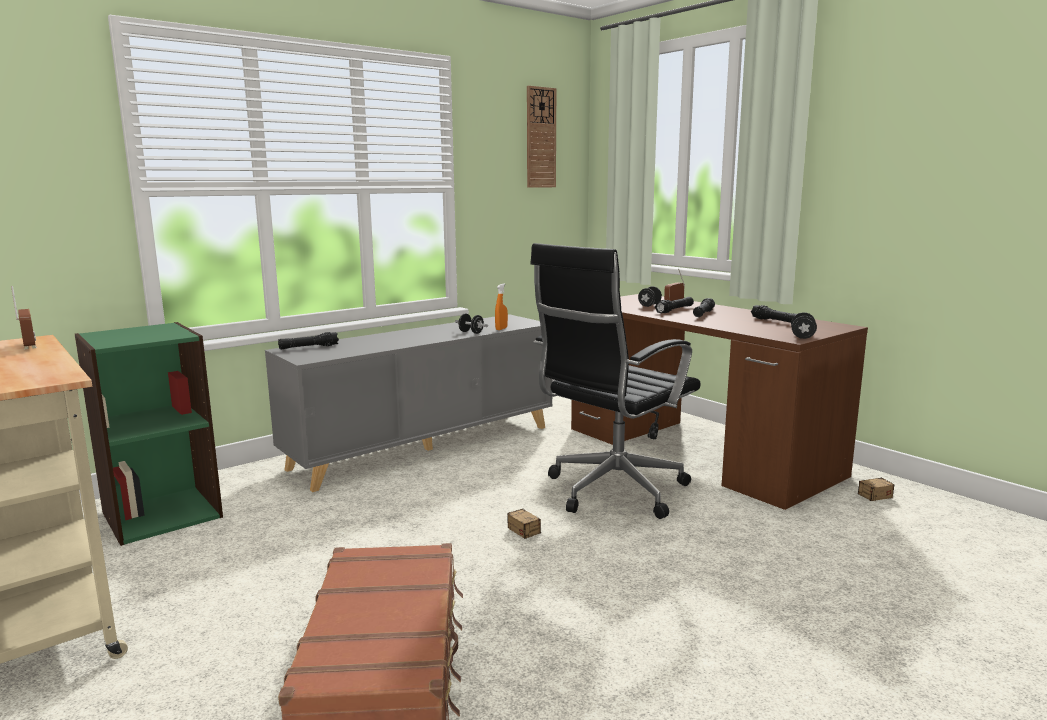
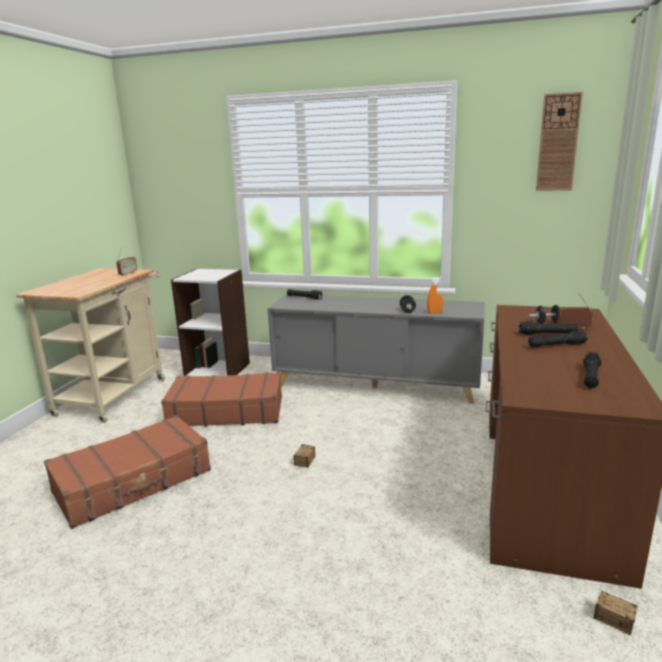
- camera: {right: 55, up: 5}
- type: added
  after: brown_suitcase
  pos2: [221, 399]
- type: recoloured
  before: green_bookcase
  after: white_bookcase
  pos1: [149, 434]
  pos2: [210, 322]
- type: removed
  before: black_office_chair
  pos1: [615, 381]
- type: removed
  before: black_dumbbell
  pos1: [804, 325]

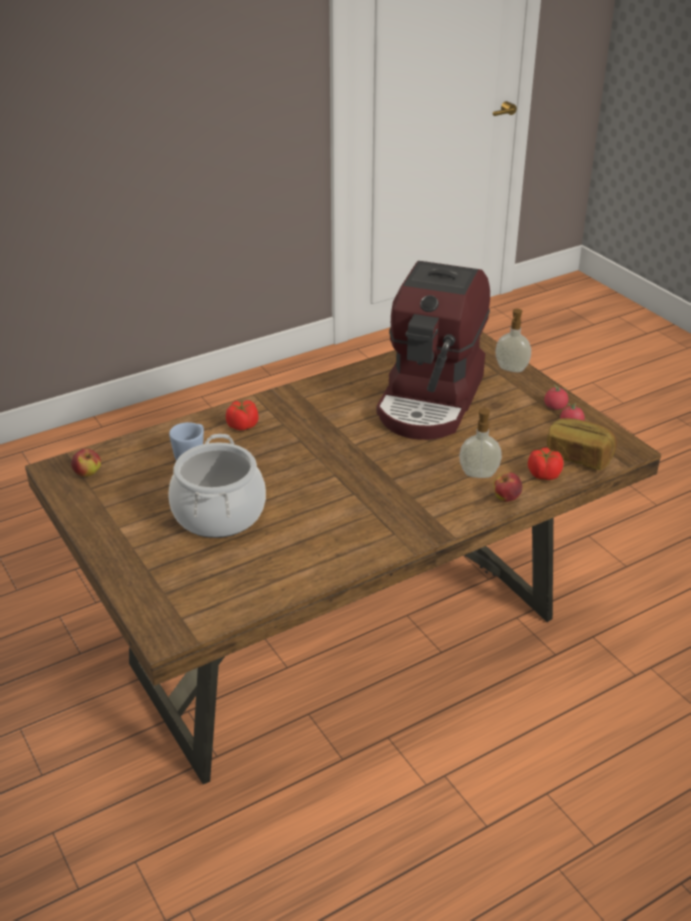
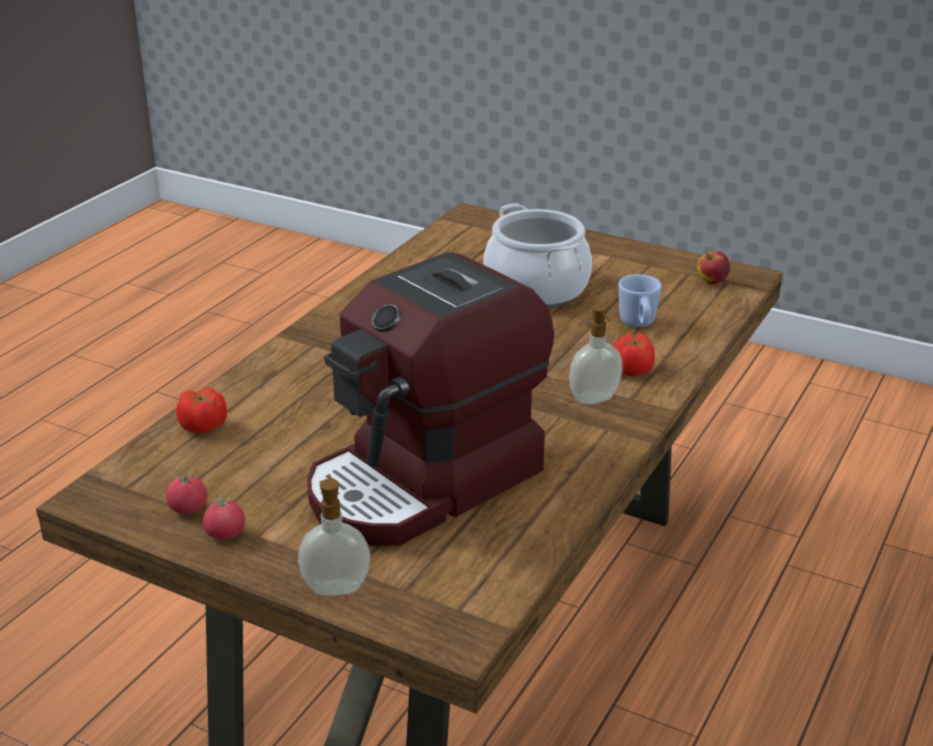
- camera: {right: 150, up: -5}
- type: turned
  before: coffee_machine
  pos1: [433, 350]
  pos2: [430, 399]
  turn: -120
- type: moved
  before: soap_dispenser
  pos1: [480, 442]
  pos2: [596, 354]
- type: removed
  before: apple
  pos1: [507, 487]
- type: removed
  before: bread
  pos1: [582, 444]

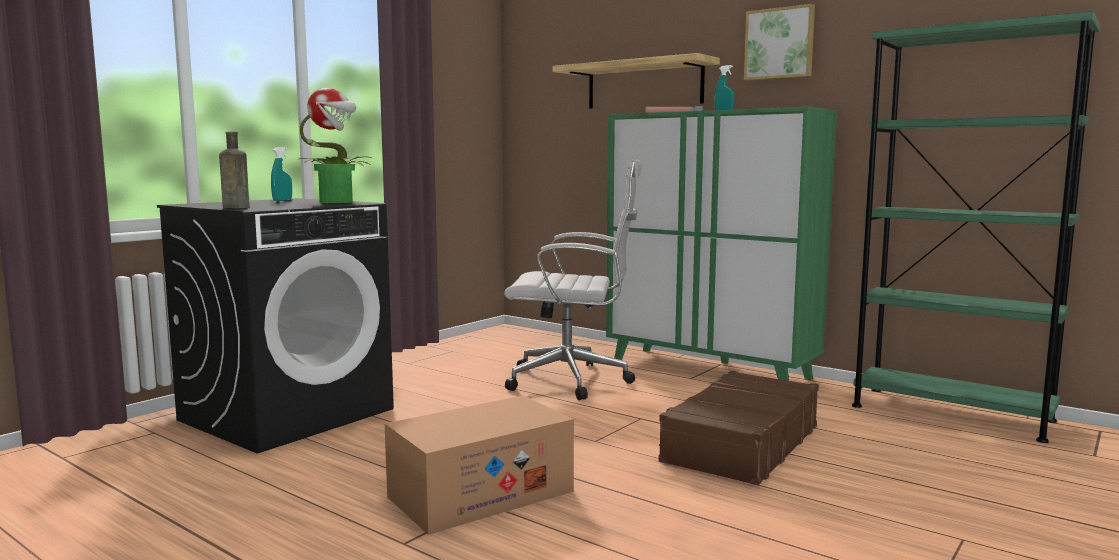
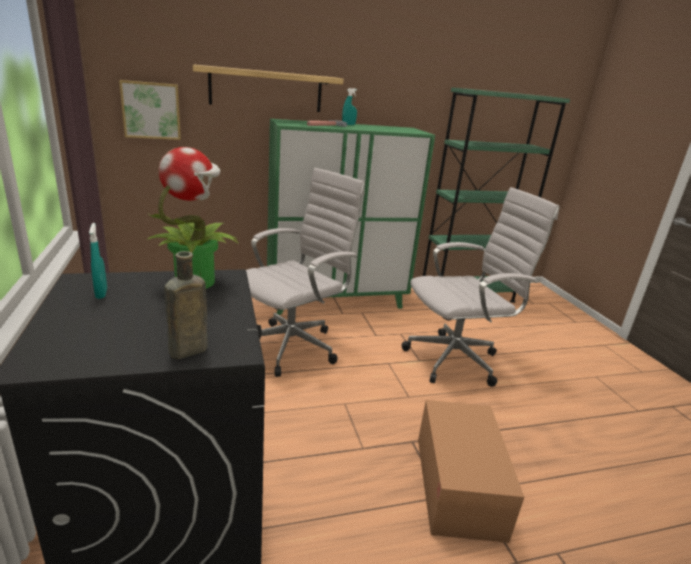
- camera: {right: -55, up: 15}
- type: moved
  before: picture
  pos1: [779, 42]
  pos2: [150, 110]
- type: replaced
  before: brown_suitcase
  after: white_office_chair
  pos1: [738, 428]
  pos2: [480, 287]

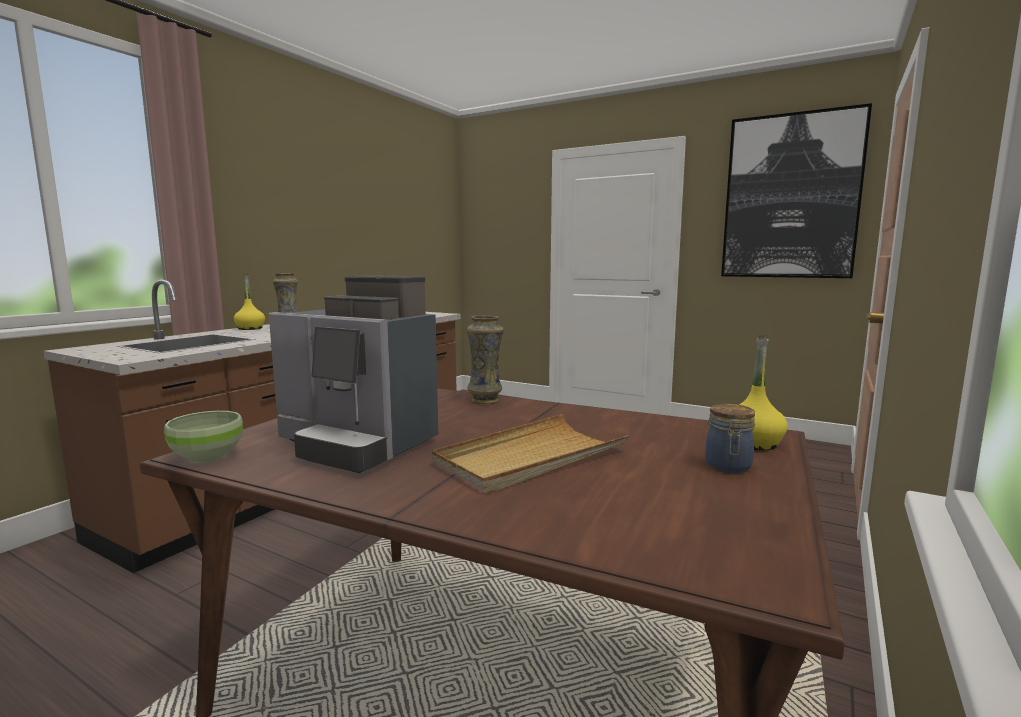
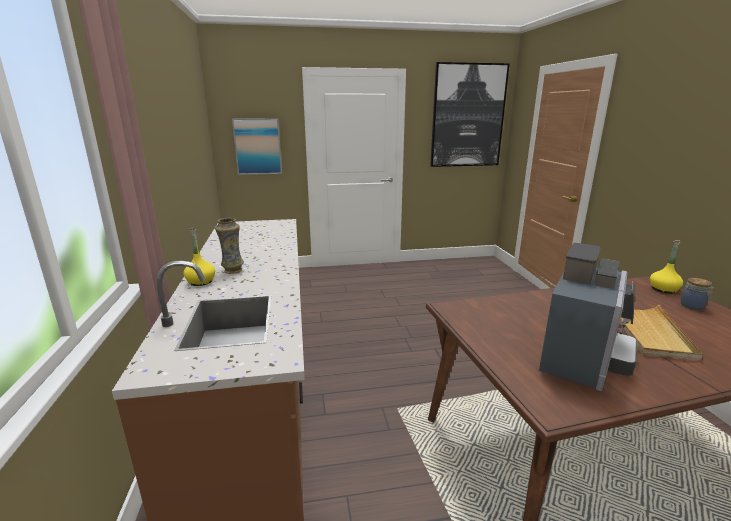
- camera: {right: -40, up: 10}
- type: added
  after: picture
  pos2: [257, 146]
- type: turned
  before: coffee_machine
  pos1: [354, 374]
  pos2: [588, 317]
  turn: -45
- type: removed
  before: green_bowl
  pos1: [203, 437]
- type: removed
  before: vase
  pos1: [485, 359]

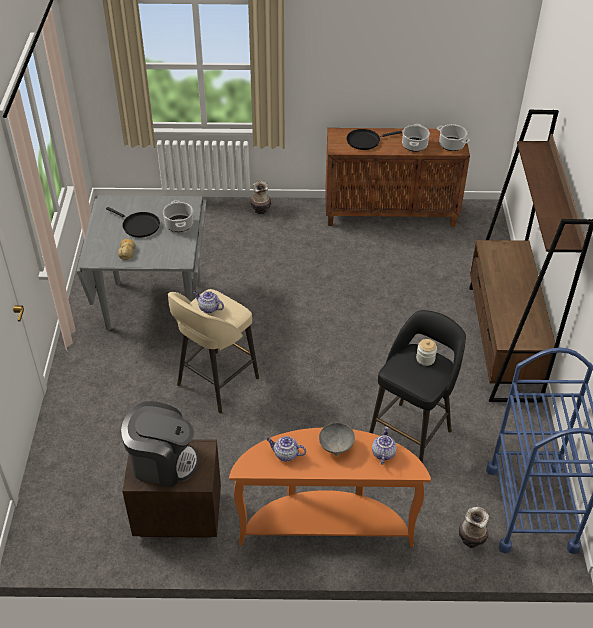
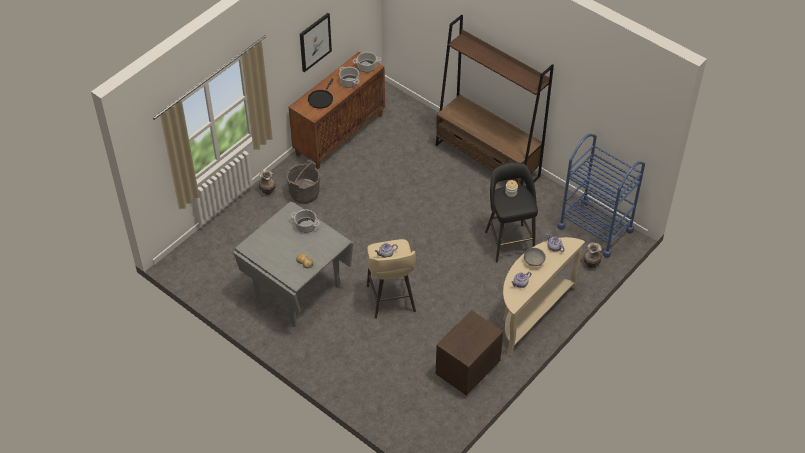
- camera: {right: -50, up: 5}
- type: added
  after: grey_bucket
  pos2: [303, 182]
- type: added
  after: picture
  pos2: [316, 42]
- type: recoloured
  before: orange_console_table
  after: beige_console_table
  pos1: [330, 487]
  pos2: [544, 296]
- type: removed
  before: black_frying_pan
  pos1: [133, 222]
- type: removed
  before: coffee_machine
  pos1: [160, 444]

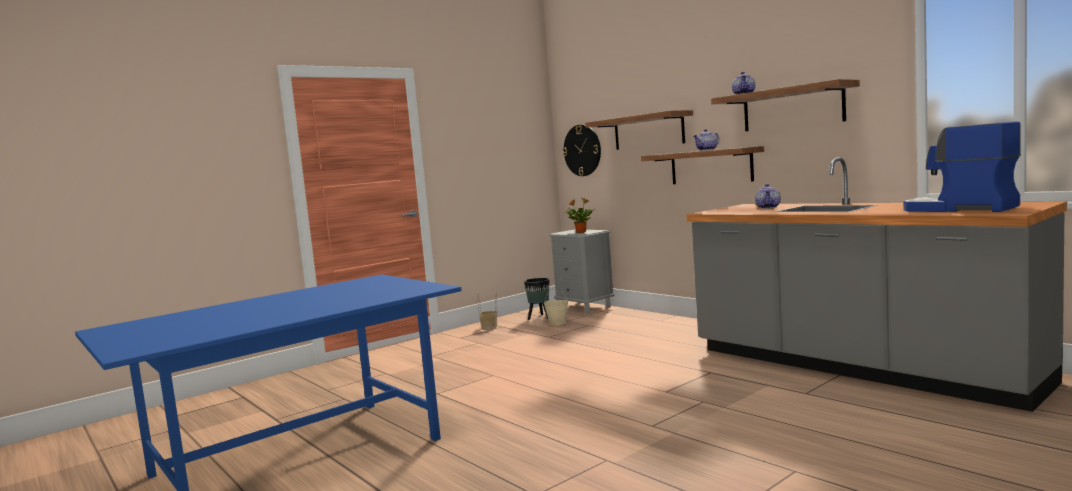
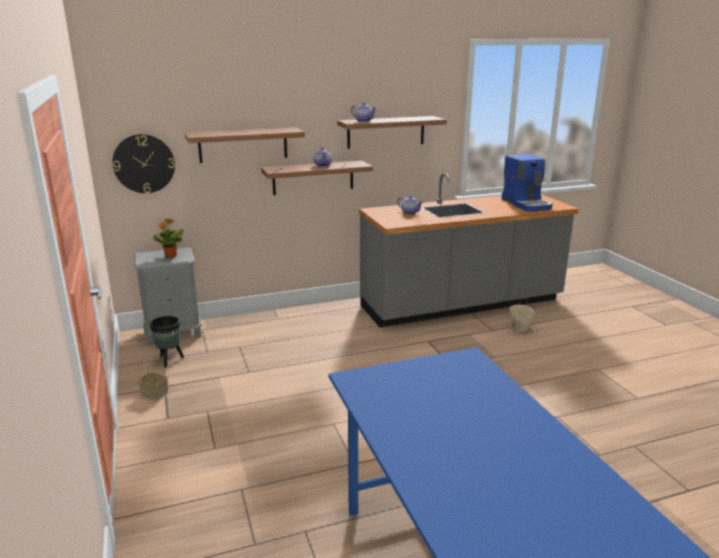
- camera: {right: -70, up: 15}
- type: turned
  before: coffee_machine
  pos1: [962, 166]
  pos2: [527, 183]
  turn: -90
- type: moved
  before: beige_bucket
  pos1: [556, 306]
  pos2: [521, 314]

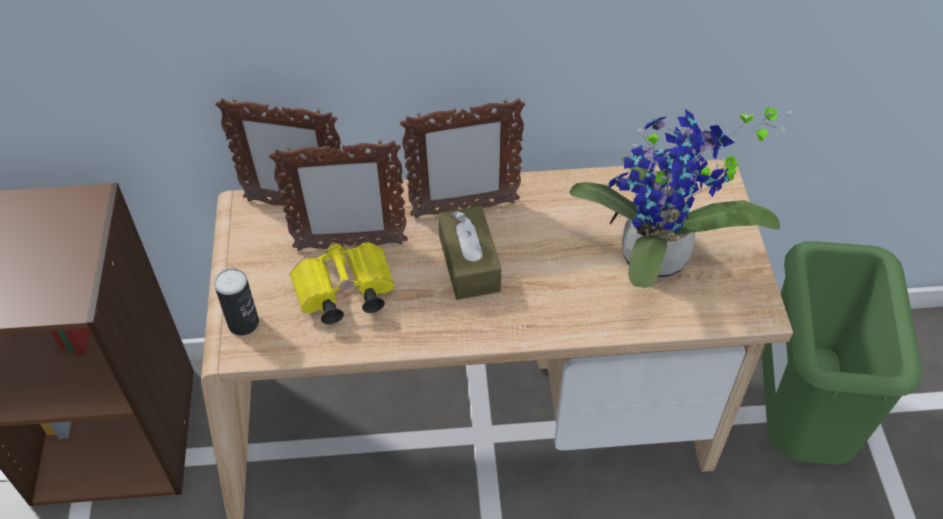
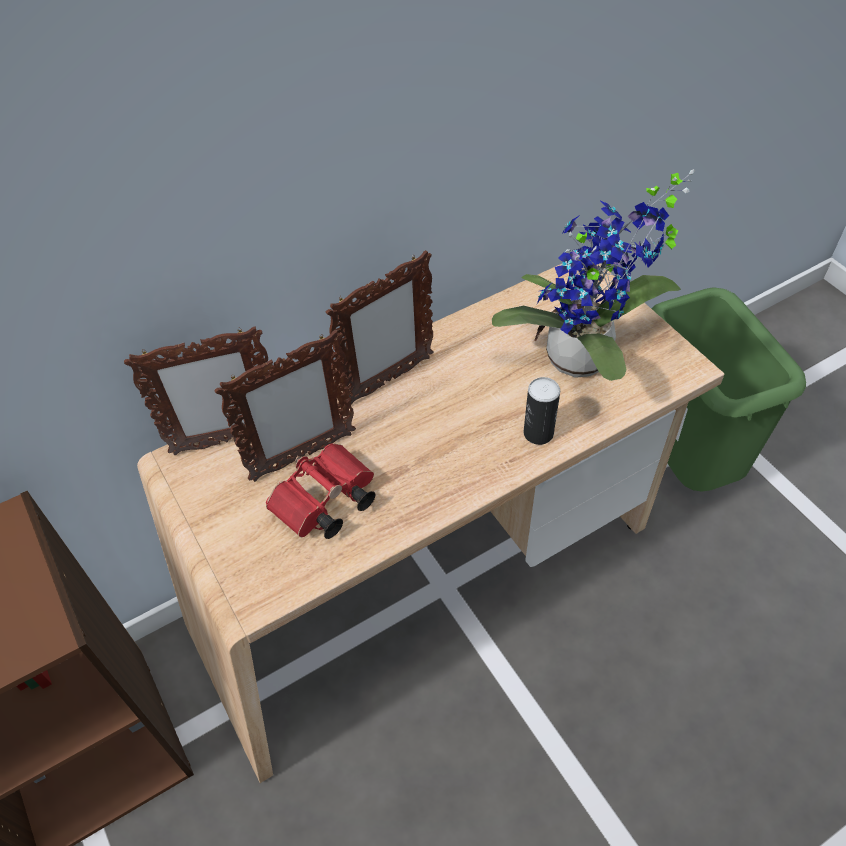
- camera: {right: -25, up: 0}
- type: recoloured
  before: yellow_binoculars
  after: red_binoculars
  pos1: [342, 283]
  pos2: [321, 491]
- type: moved
  before: can
  pos1: [236, 301]
  pos2: [541, 411]
- type: removed
  before: brown_tissue_box
  pos1: [469, 253]

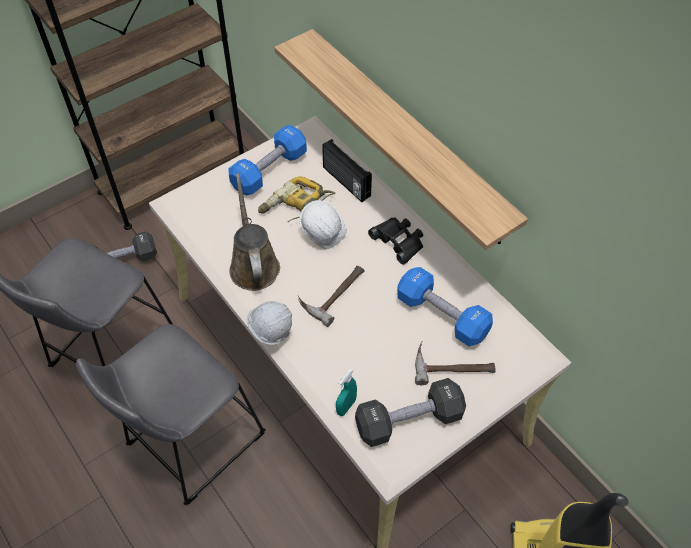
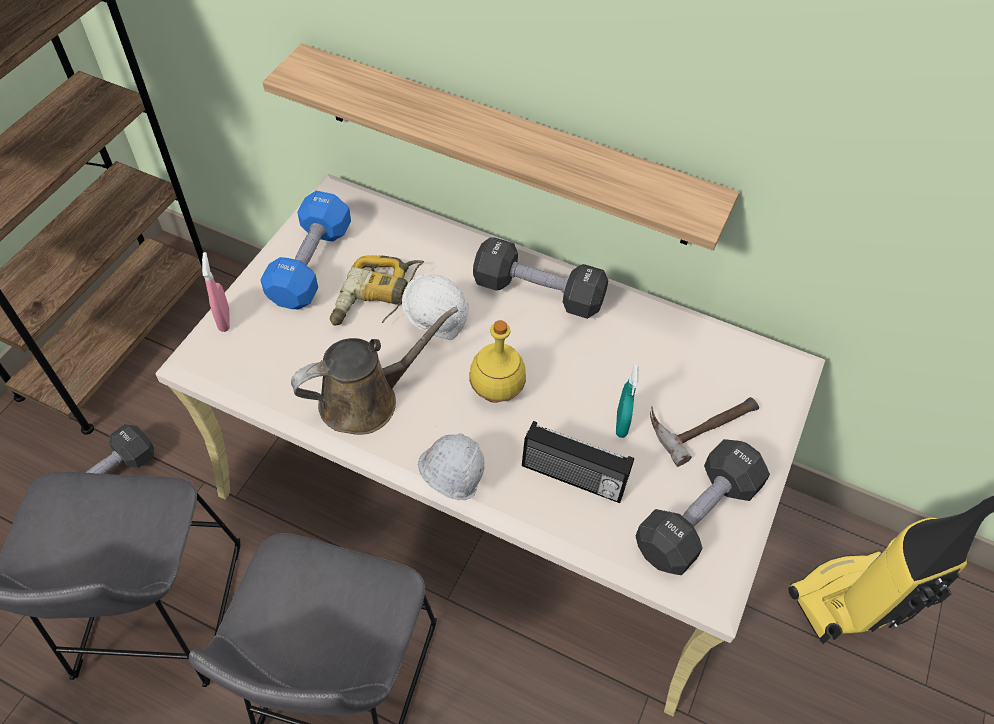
- camera: {right: -30, up: 0}
- type: added
  after: pink_spray_bottle
  pos2: [216, 292]
- type: turned
  before: brown_watering_can
  pos1: [254, 232]
  pos2: [375, 371]
  turn: 105
- type: replaced
  before: hammer
  after: yellow_bottle
  pos1: [331, 296]
  pos2: [497, 361]
- type: replaced
  before: black_binoculars
  after: black_dumbbell
  pos1: [395, 241]
  pos2: [540, 278]
- type: moved
  before: radio
  pos1: [347, 170]
  pos2: [578, 462]
- type: moved
  before: turquoise_spray_bottle
  pos1: [346, 392]
  pos2: [627, 401]
- type: removed
  before: blue_dumbbell
  pos1: [445, 306]

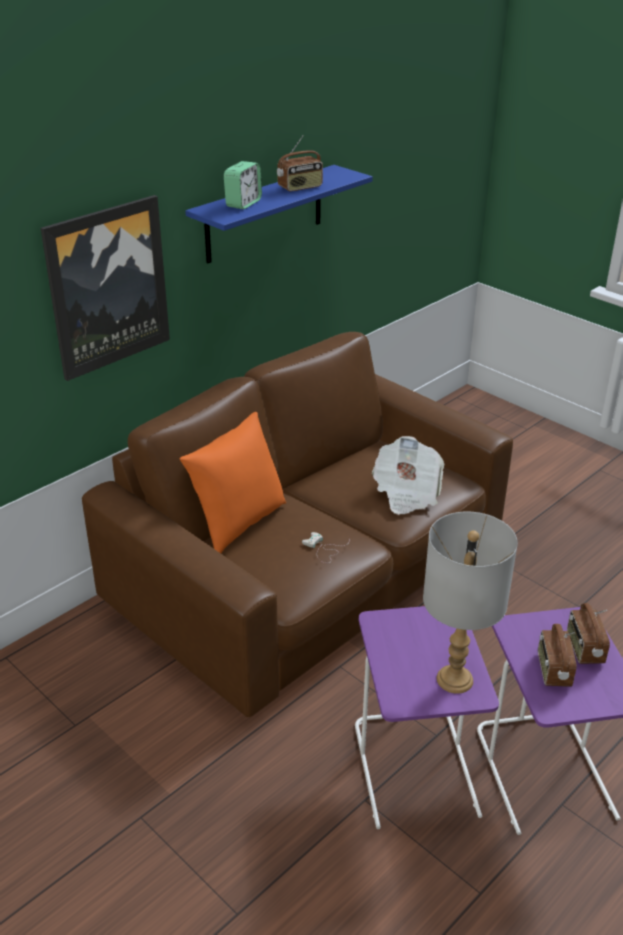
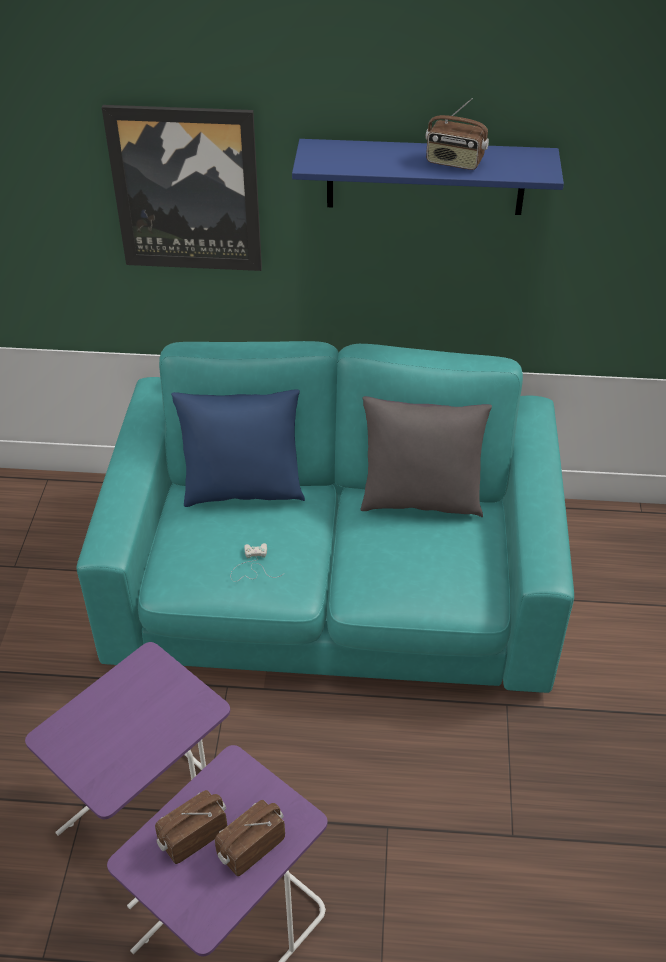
- camera: {right: 50, up: 10}
- type: recoloured
  before: brown_sofa
  after: turquoise_sofa
  pos1: [297, 524]
  pos2: [325, 517]
- type: recoloured
  before: orange_pillow
  after: blue_pillow
  pos1: [233, 482]
  pos2: [238, 448]
- type: added
  after: grey_pillow
  pos2: [426, 456]
- type: removed
  before: alarm_clock
  pos1: [243, 185]
- type: removed
  before: newspaper
  pos1: [408, 475]
- type: removed
  before: grey_table_lamp
  pos1: [470, 602]

